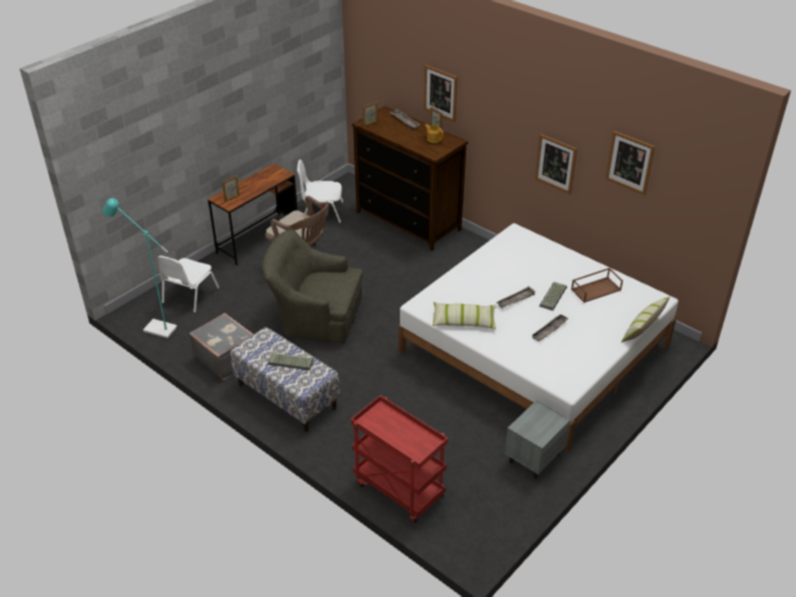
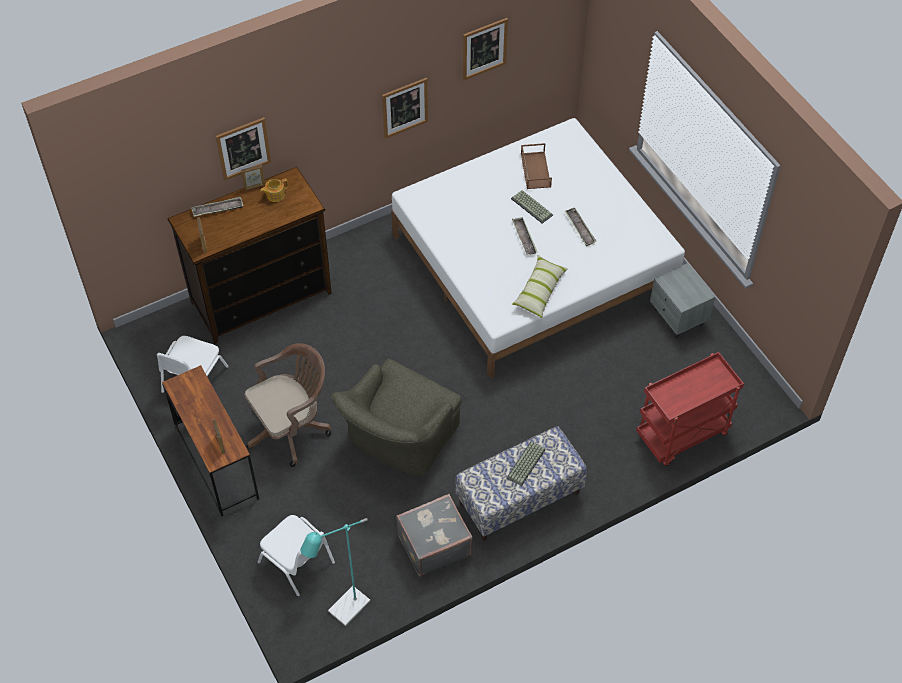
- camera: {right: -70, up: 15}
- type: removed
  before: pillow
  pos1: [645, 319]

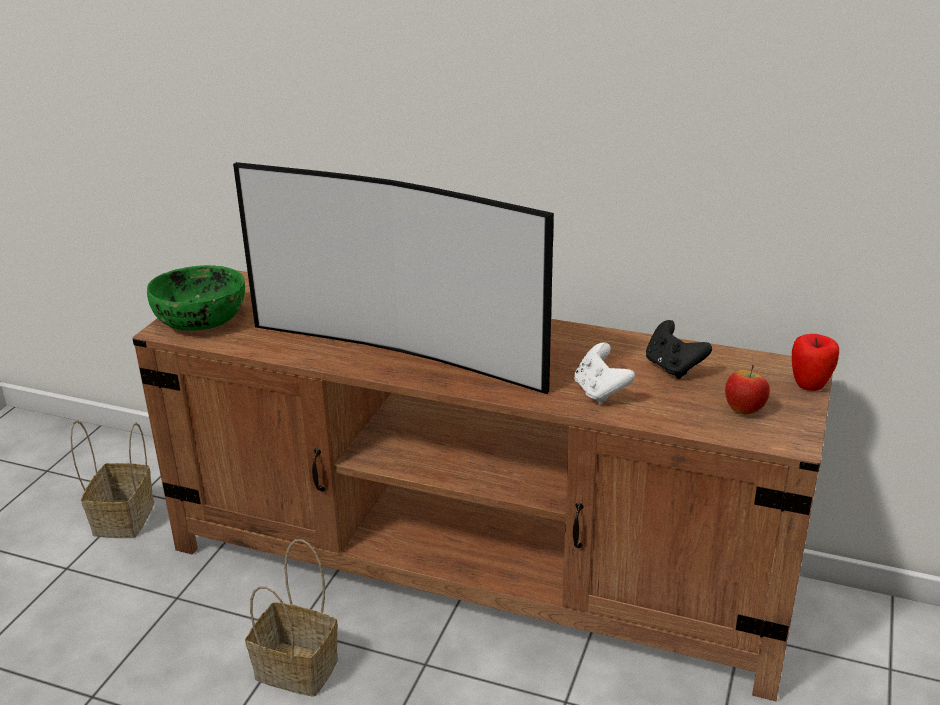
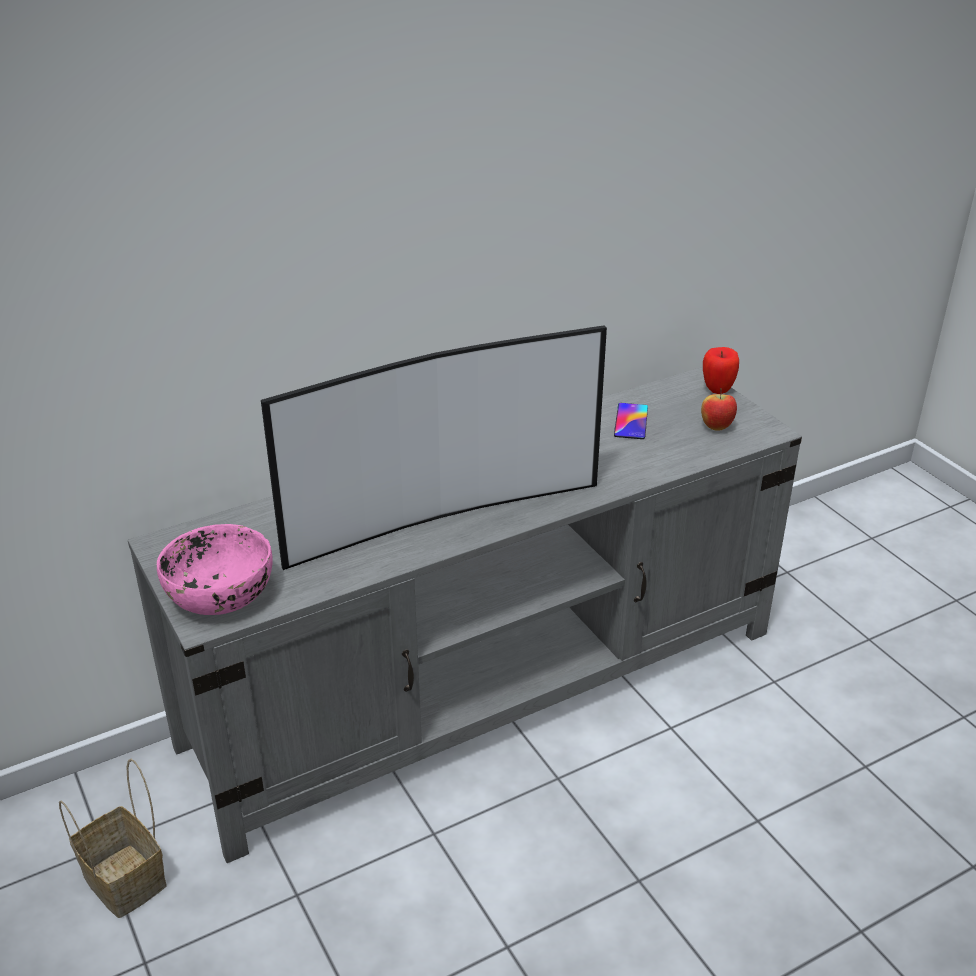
- camera: {right: -50, up: 5}
- type: recoloured
  before: brown_tv_stand
  after: grey_tv_stand
  pos1: [482, 485]
  pos2: [465, 615]
- type: recoloured
  before: green_bowl
  after: pink_bowl
  pos1: [196, 298]
  pos2: [215, 569]
- type: replaced
  before: black_game_controller
  after: phone
  pos1: [679, 349]
  pos2: [631, 421]
- type: removed
  before: basket
  pos1: [291, 618]
- type: removed
  before: white_game_controller
  pos1: [604, 373]

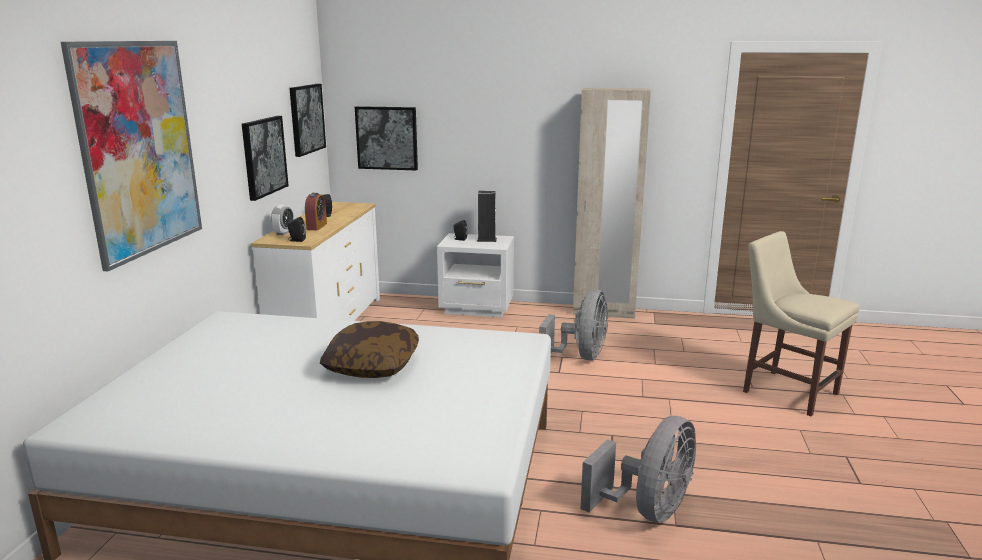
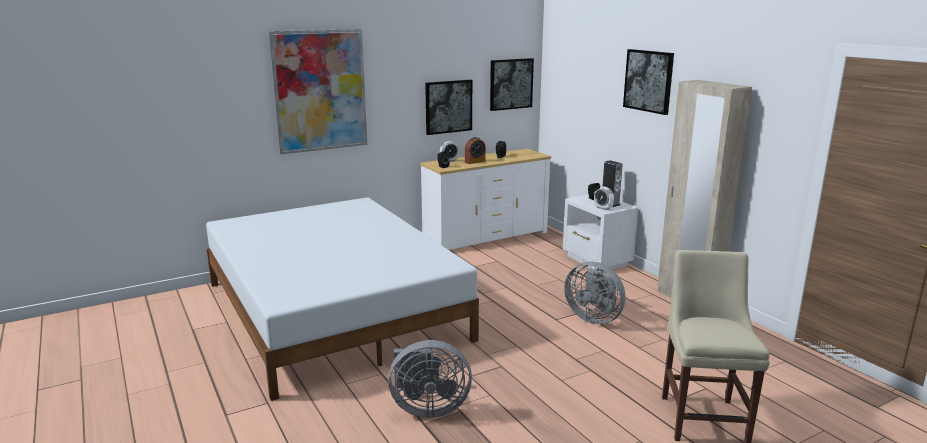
- camera: {right: 50, up: 0}
- type: turned
  before: grey_fan
  pos1: [573, 324]
  pos2: [595, 293]
  turn: 60
- type: added
  after: alarm_clock
  pos2: [604, 198]
- type: moved
  before: picture
  pos1: [386, 138]
  pos2: [648, 82]
- type: removed
  before: pillow
  pos1: [369, 349]

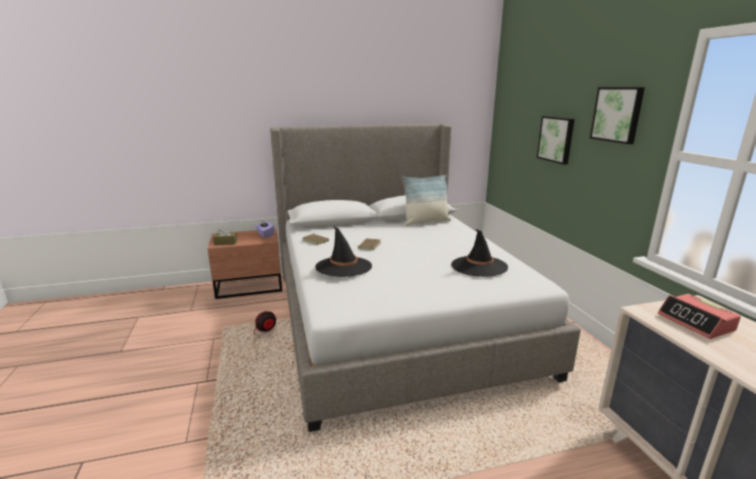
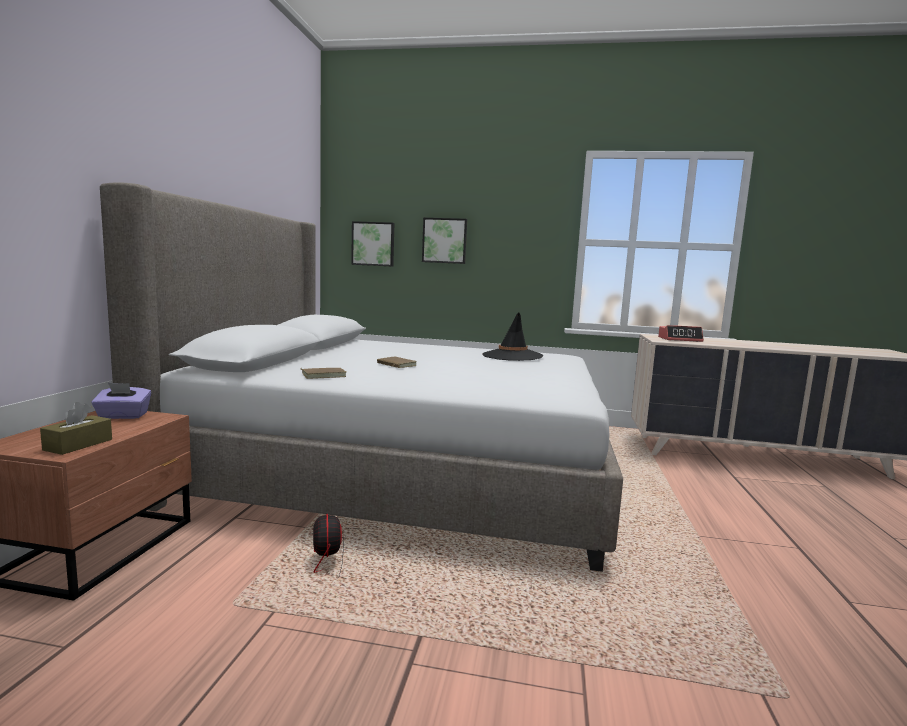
- camera: {right: -65, up: -10}
- type: moved
  before: picture
  pos1: [617, 115]
  pos2: [372, 244]
- type: removed
  before: black_hat
  pos1: [343, 251]
- type: removed
  before: pillow
  pos1: [426, 200]

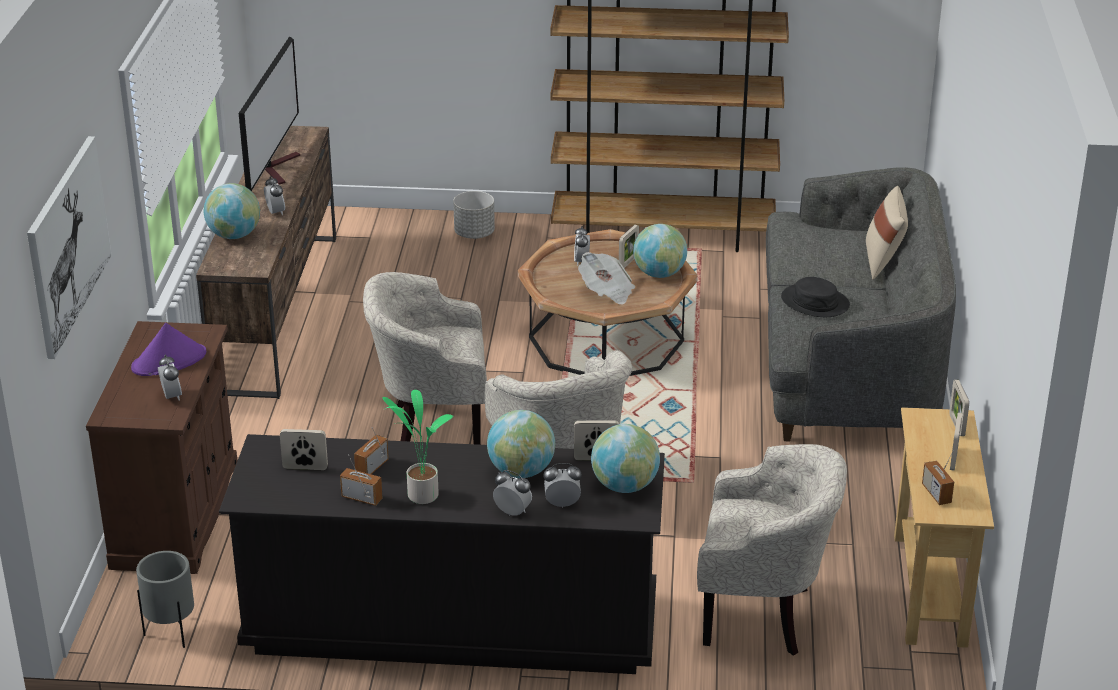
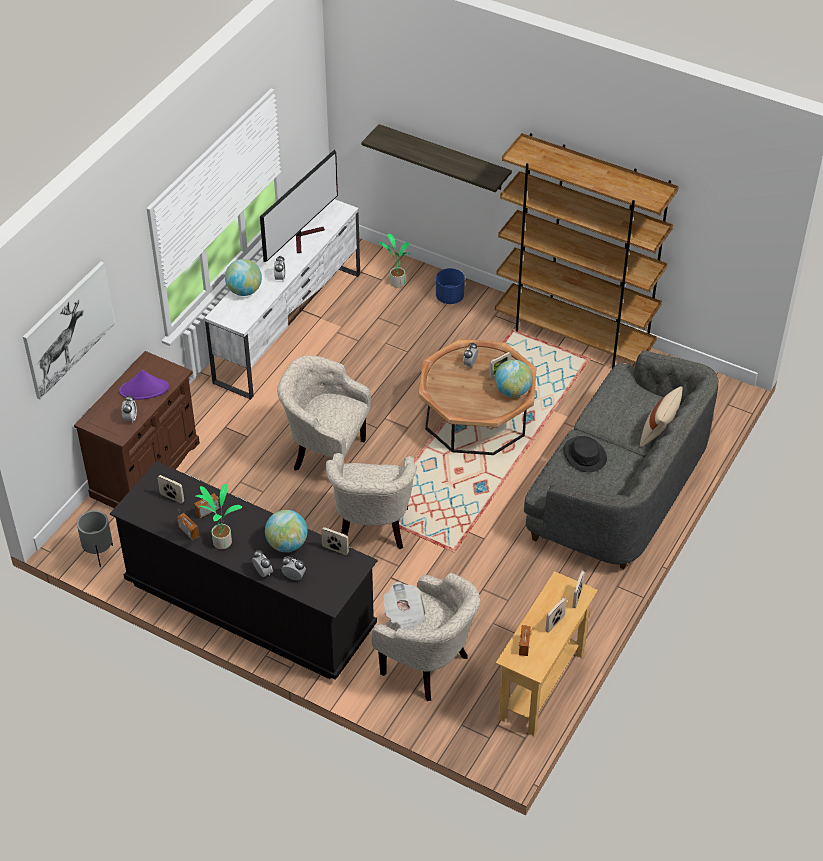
- camera: {right: 25, up: 15}
- type: recoloured
  before: brown_tv_stand
  after: white_tv_stand
  pos1: [266, 262]
  pos2: [282, 299]
- type: added
  after: shelf
  pos2: [436, 158]
- type: added
  after: potted_plant
  pos2: [395, 261]
- type: moved
  before: newspaper
  pos1: [606, 278]
  pos2: [405, 606]
- type: recoloured
  before: grey_planter
  after: blue_planter
  pos1: [474, 215]
  pos2: [450, 286]
- type: removed
  before: globe
  pos1: [625, 458]

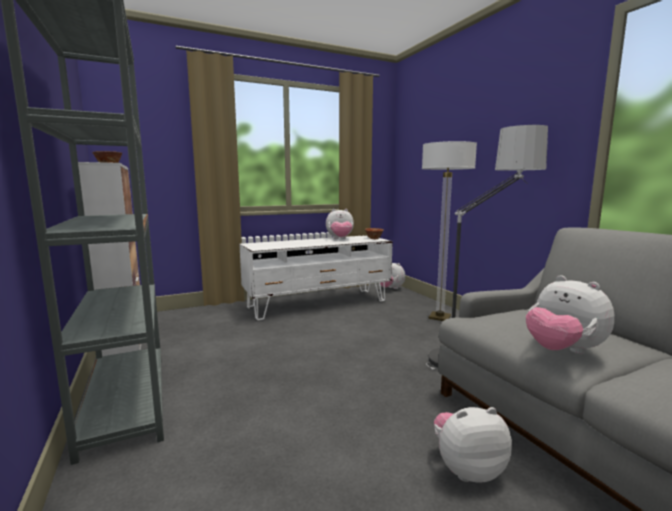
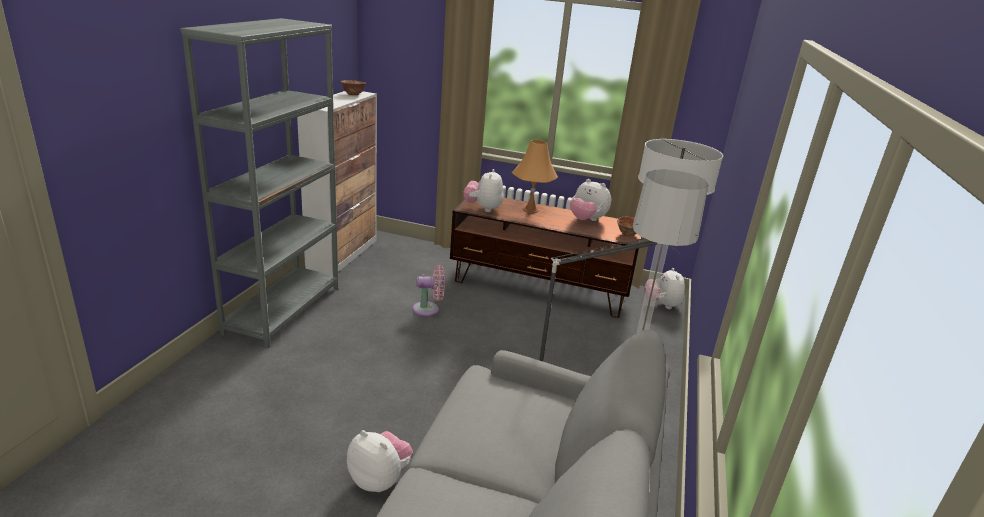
- camera: {right: 40, up: 15}
- type: added
  after: pink_fan
  pos2: [429, 291]
- type: recoloured
  before: white_tv_stand
  after: brown_tv_stand
  pos1: [316, 277]
  pos2: [545, 257]
- type: moved
  before: plush_toy
  pos1: [570, 314]
  pos2: [483, 190]
- type: added
  after: orange_table_lamp
  pos2: [535, 176]

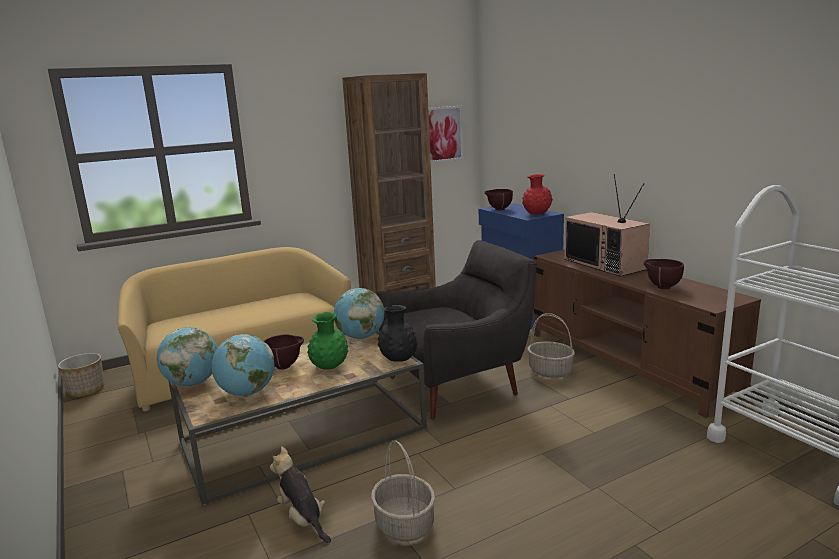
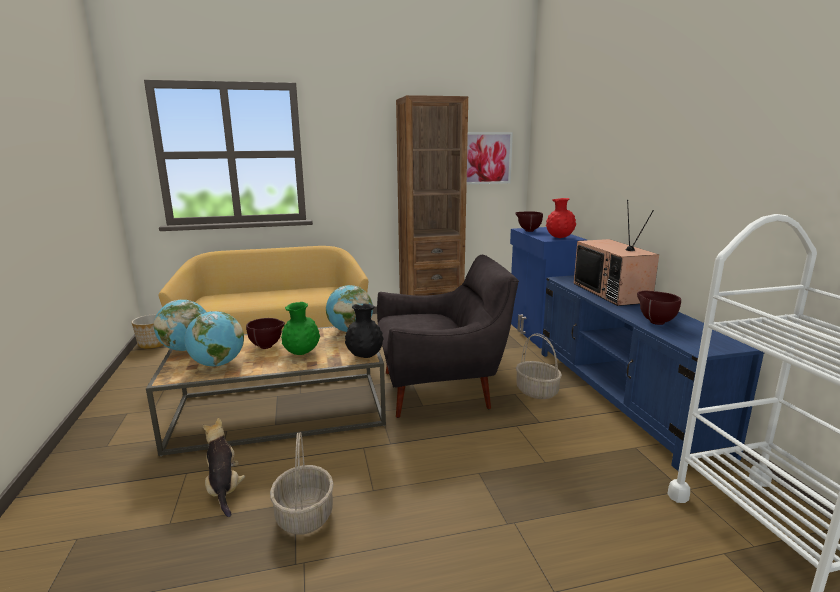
- camera: {right: 15, up: 0}
- type: recoloured
  before: brown_tv_stand
  after: blue_tv_stand
  pos1: [647, 333]
  pos2: [652, 373]

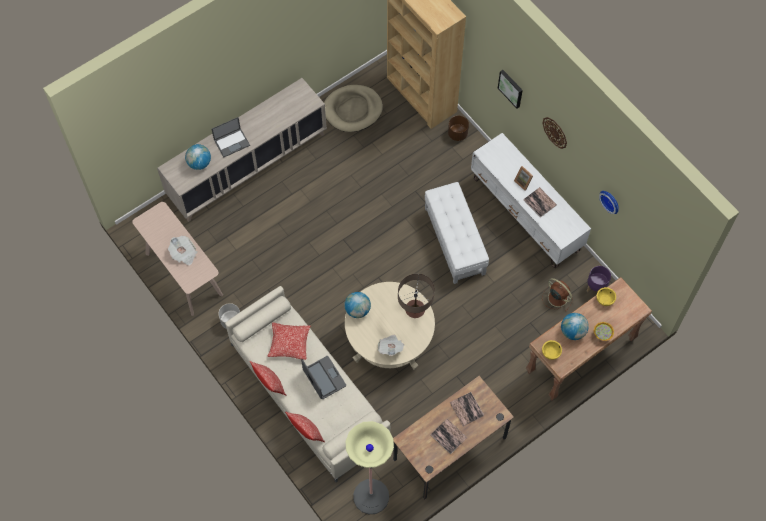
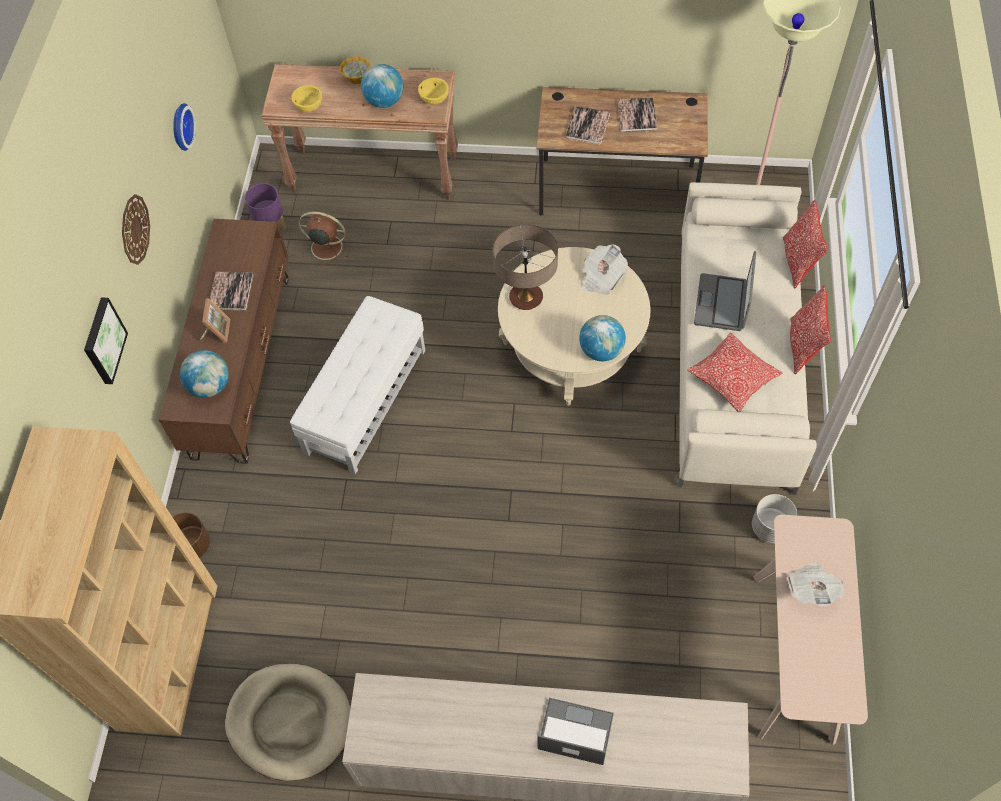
- camera: {right: -135, up: -5}
- type: recoloured
  before: white_tv_stand
  after: brown_tv_stand
  pos1: [531, 200]
  pos2: [224, 341]
- type: moved
  before: globe
  pos1: [198, 157]
  pos2: [204, 374]
- type: turned
  before: brown_fan
  pos1: [557, 294]
  pos2: [324, 238]
  turn: 105

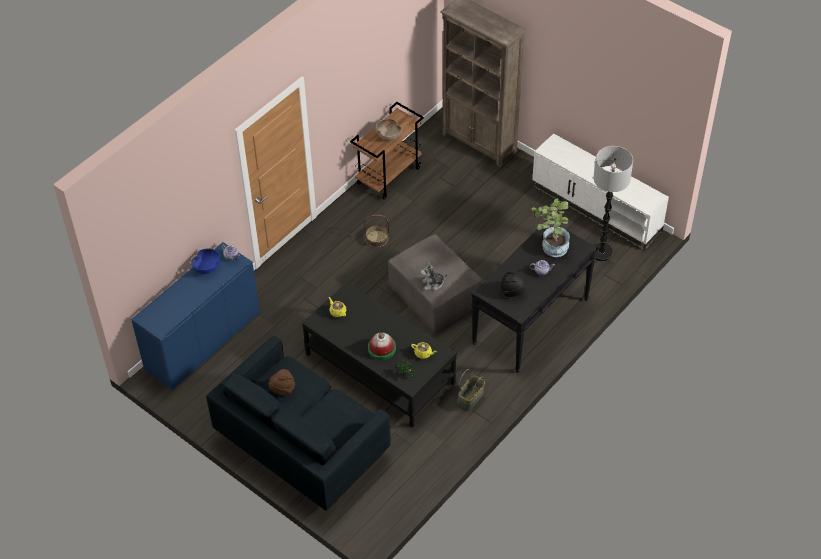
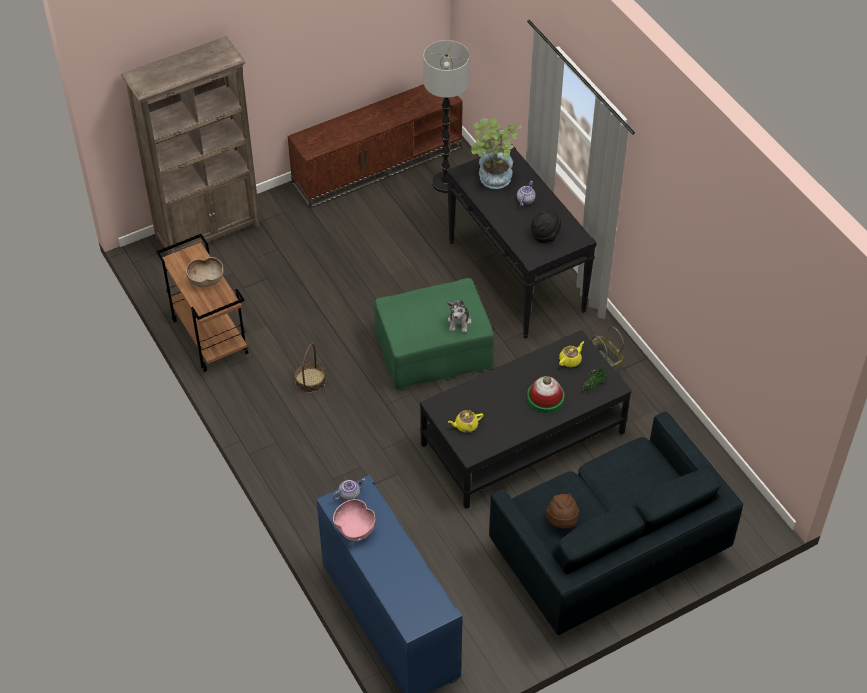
- camera: {right: -70, up: 0}
- type: recoloured
  before: white_tv_stand
  after: brown_tv_stand
  pos1: [600, 192]
  pos2: [375, 146]
- type: recoloured
  before: blue_bowl
  after: pink_bowl
  pos1: [205, 261]
  pos2: [354, 520]
- type: recoloured
  before: grey_ottoman
  after: green_ottoman
  pos1: [435, 283]
  pos2: [434, 334]

